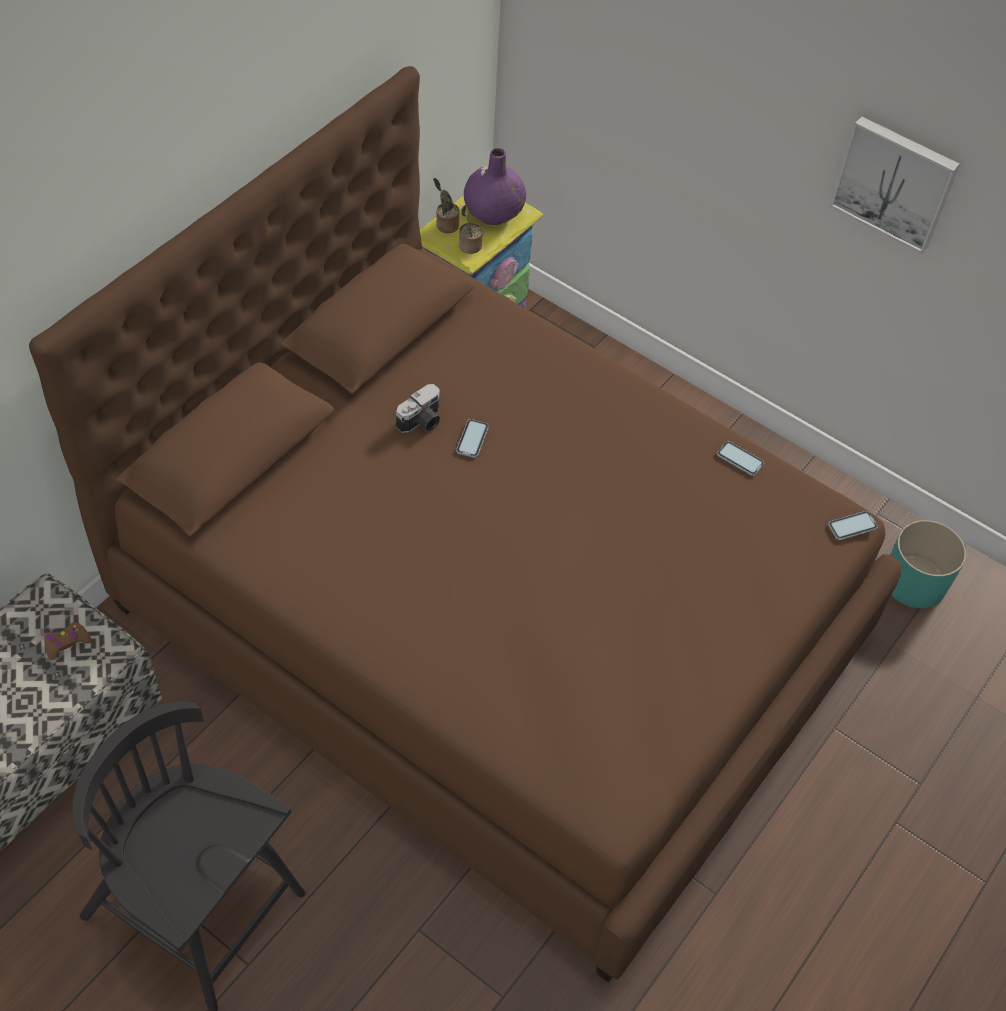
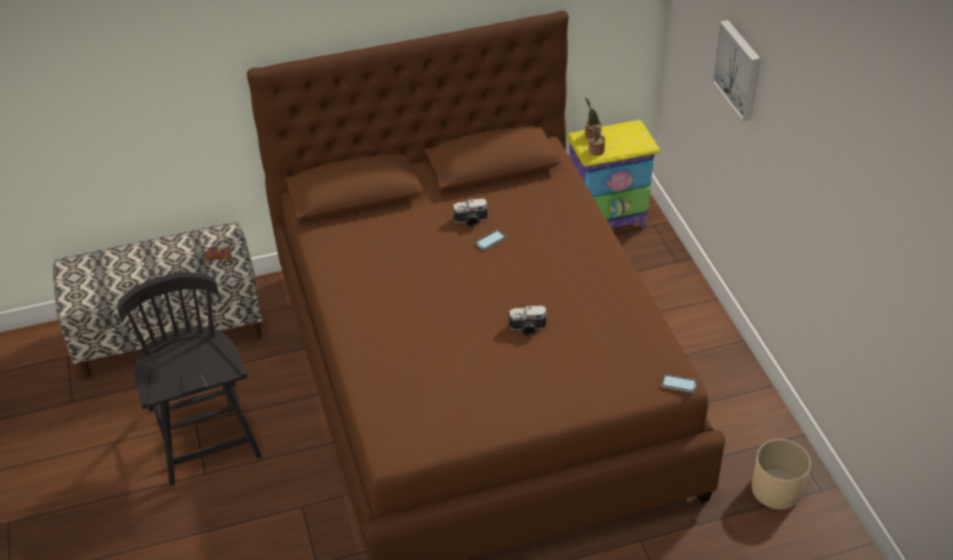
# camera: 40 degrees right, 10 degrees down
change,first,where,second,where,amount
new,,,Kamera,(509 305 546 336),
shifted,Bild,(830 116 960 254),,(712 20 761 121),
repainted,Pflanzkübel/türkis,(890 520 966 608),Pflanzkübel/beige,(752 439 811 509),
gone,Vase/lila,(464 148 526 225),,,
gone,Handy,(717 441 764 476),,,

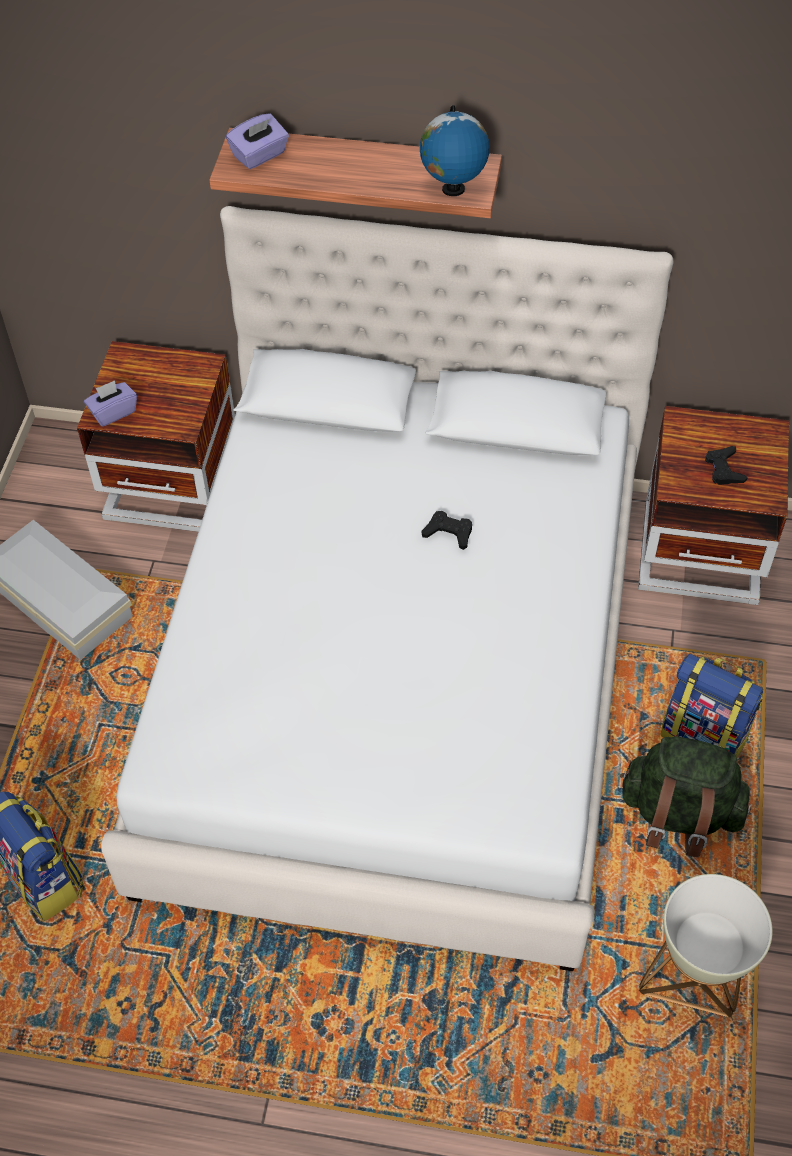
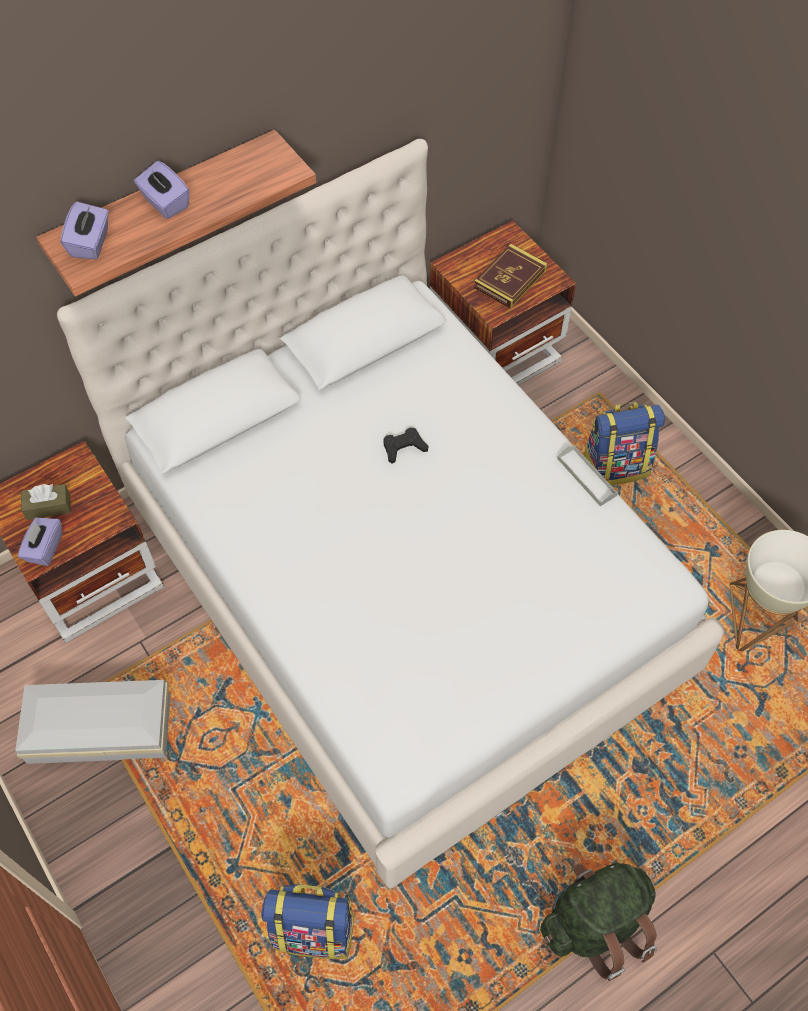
# camera: 45 degrees left, 5 degrees up
change,first,where,second,where,amount
new,,,Taschentuchbox/braun,(21 484 71 520),
new,,,Taschentuchbox/lila,(134 161 189 219),
swapped,Gamepad/schwarz,(705 446 748 485),Buch,(474 244 547 309),
shifted,Rucksack/grün,(620 736 750 857),,(540 863 657 981),
new,,,Tablett/grau,(557 445 618 506),
gone,Globus,(420 105 490 196),,,

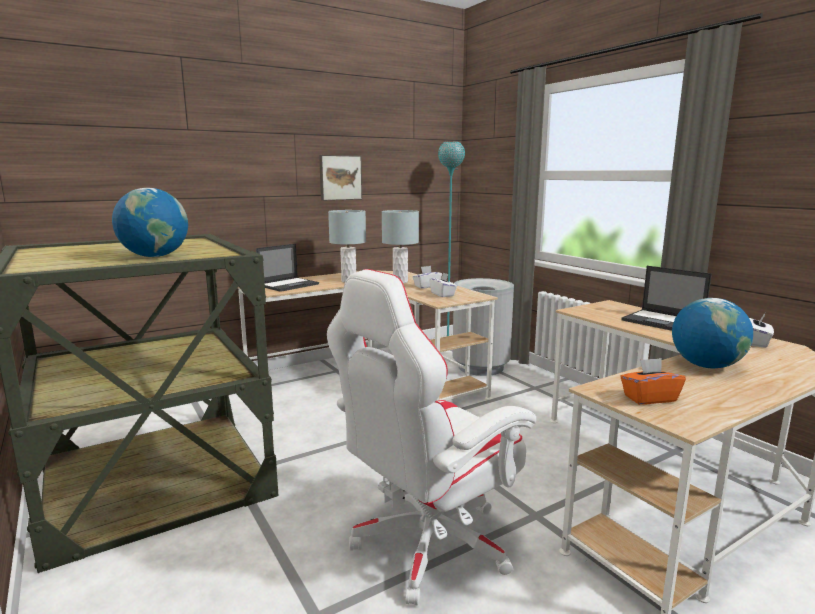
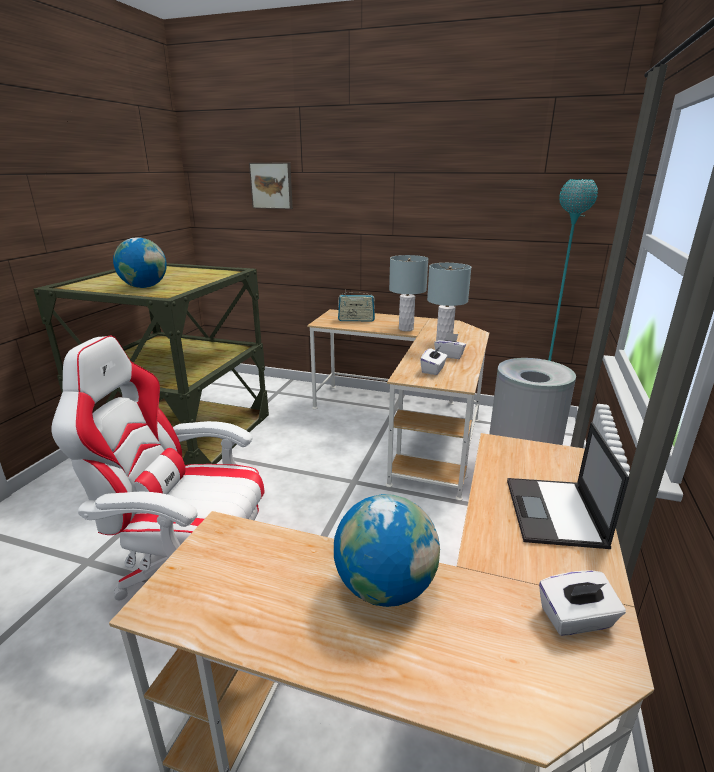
# camera: 50 degrees right, 10 degrees up
change,first,where,second,where,amount
shifted,Bild,(319 155 362 201),,(249 163 293 209),
swapped,Laptop,(256 244 319 292),Radio,(338 290 375 321),
gone,Taschentuchbox/orange,(620 358 686 405),,,

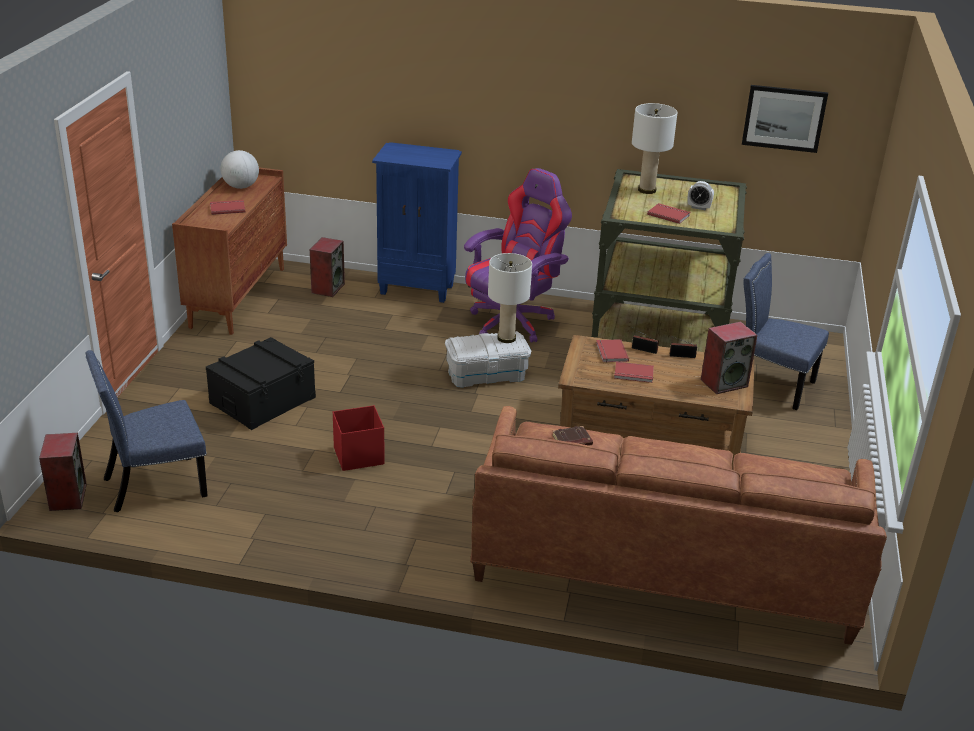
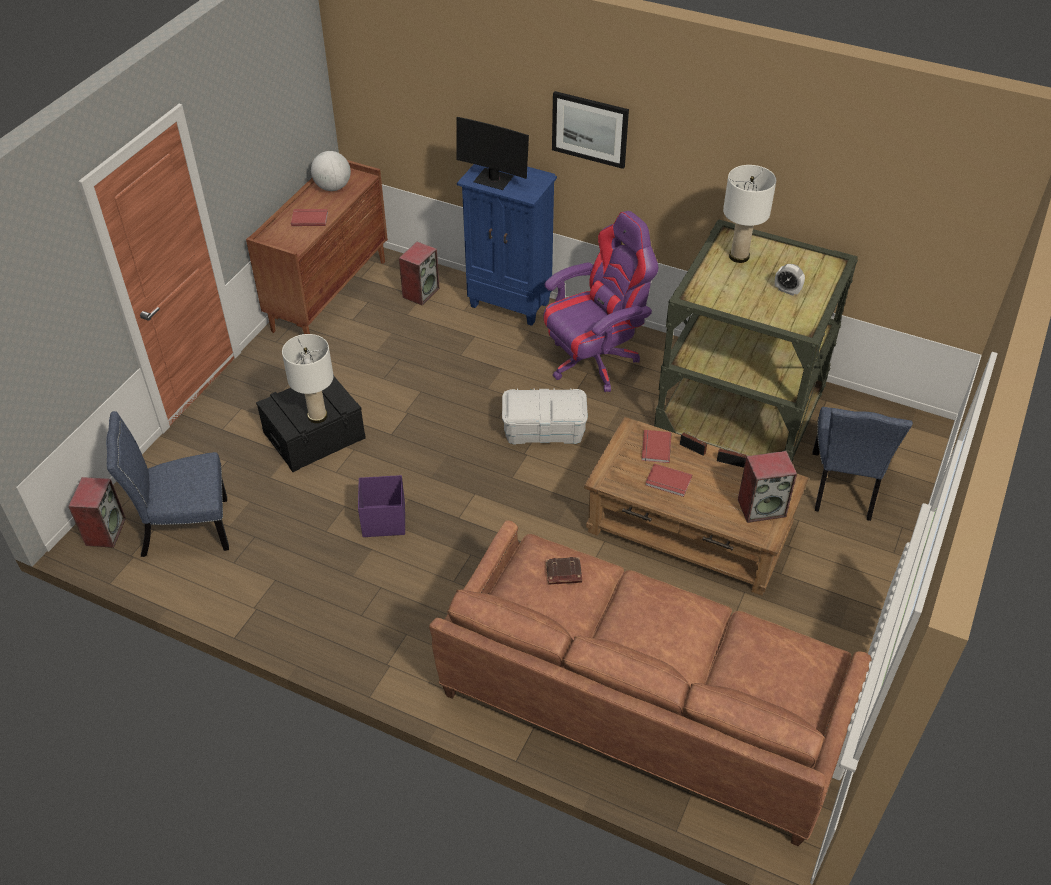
# camera: 15 degrees right, 15 degrees up
change,first,where,second,where,amount
shifted,Tischlampe/weiß,(488 253 532 343),,(282 334 334 423),
repainted,Aufbewahrungsbox/rot,(333 405 384 471),Aufbewahrungsbox/lila,(358 475 405 537),
new,,,Monitor,(456 117 529 190),
shifted,Bild,(742 85 828 153),,(552 91 629 169),
rotated,Stuhl/blau,(743 253 829 410),,(812 407 913 521),120 degrees counterclockwise
gone,Buch/rot,(647 203 690 224),,,

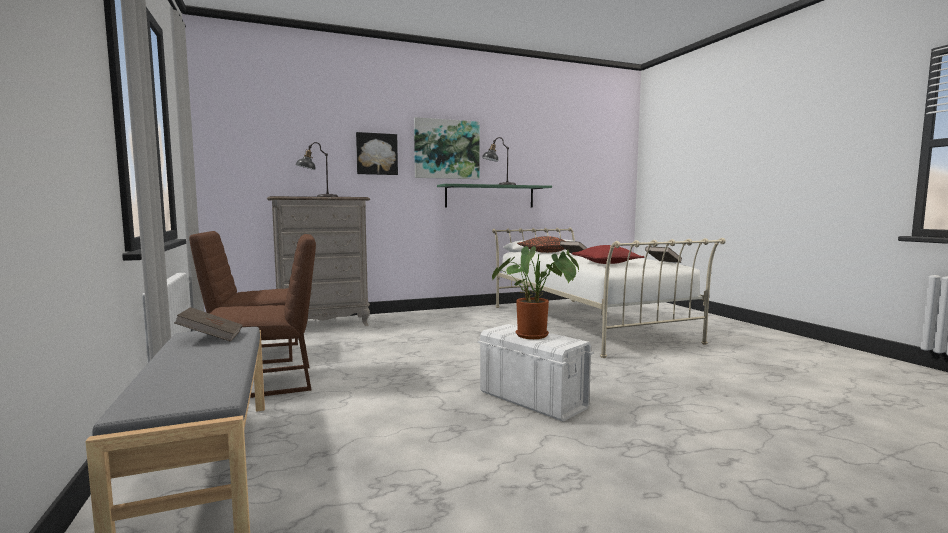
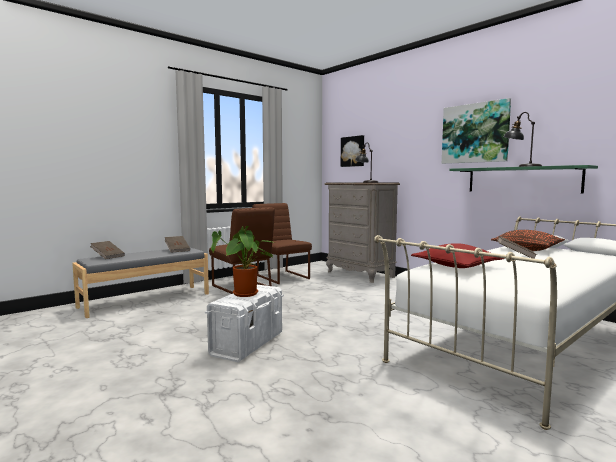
# camera: 70 degrees right, 0 degrees up
change,first,where,second,where,amount
shifted,Buch/braun,(645 246 682 263),,(90 241 125 259),
shifted,Bild,(356 132 398 175),,(341 135 364 167),

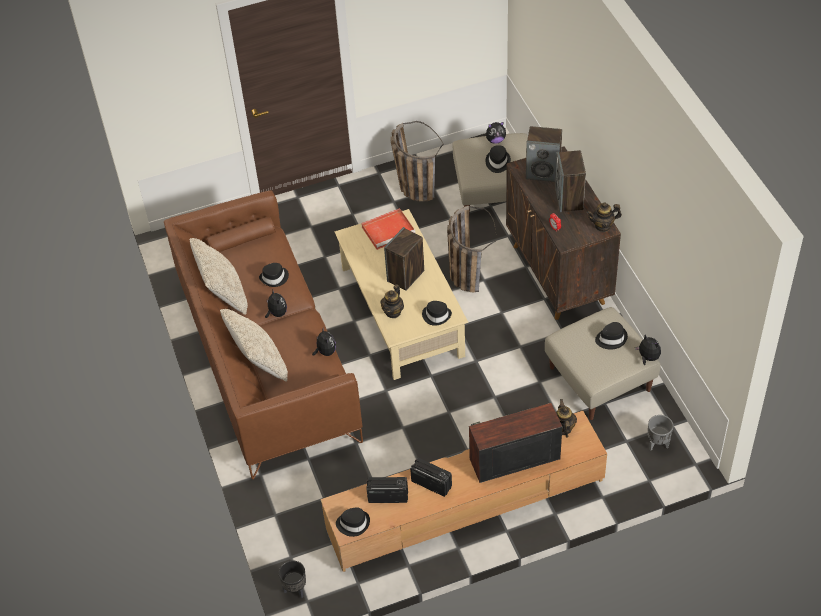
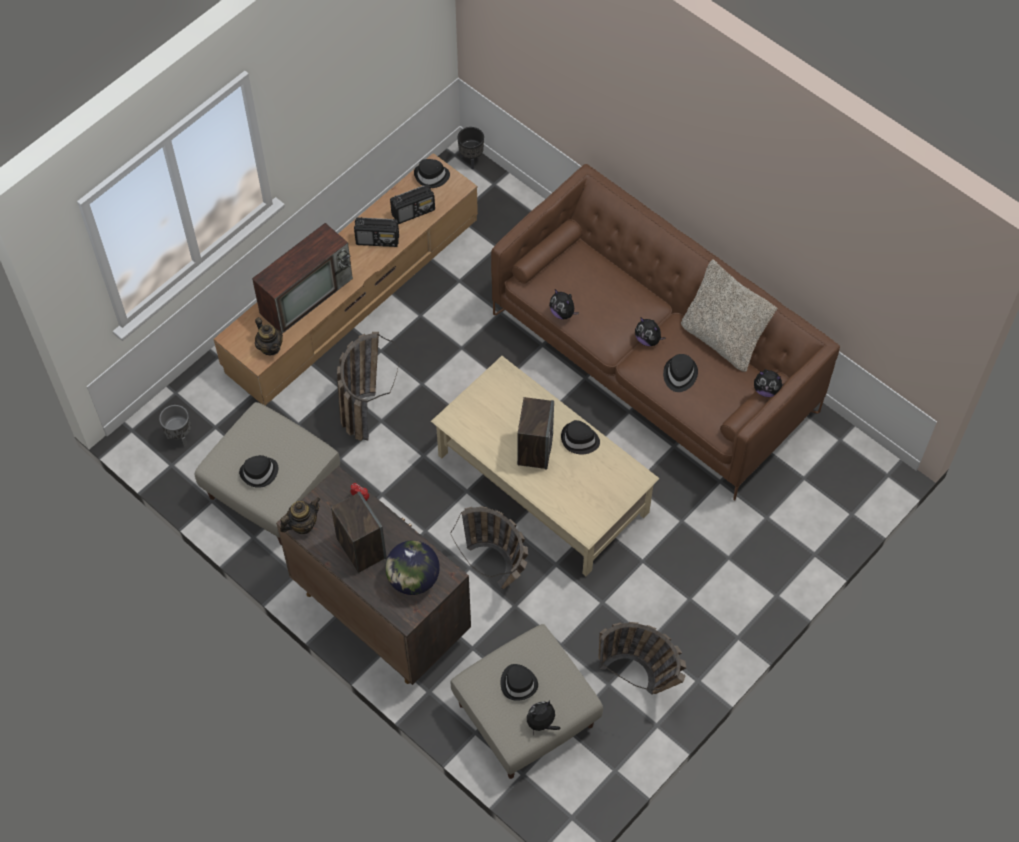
# camera: 150 degrees right, 10 degrees up
change,first,where,second,where,amount
new,,,Korb,(337 332 399 441),
swapped,Lautsprecher,(526 126 562 182),Globus,(385 540 440 595),
shifted,Hut/schwarz,(422 301 452 326),,(561 420 600 454),
shifted,Plüschtier,(635 334 661 365),,(754 369 784 397),
gone,Kissen/beige,(220 309 288 382),,,
gone,Tablett/rot,(361 208 415 250),,,
gone,Teekanne,(381 284 404 318),,,

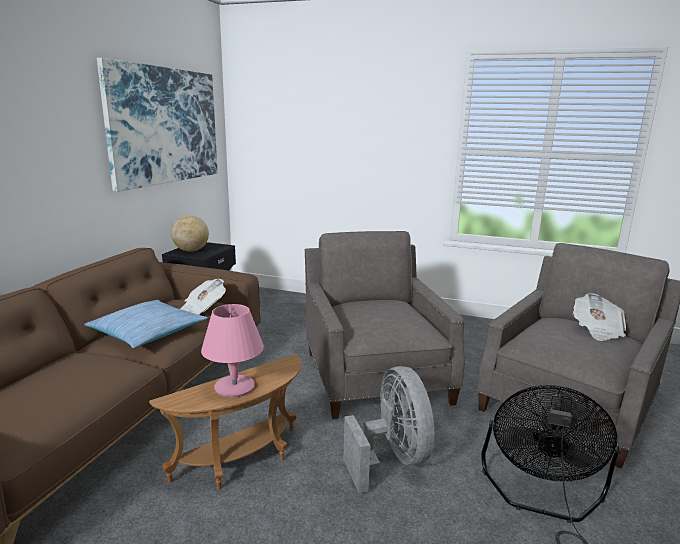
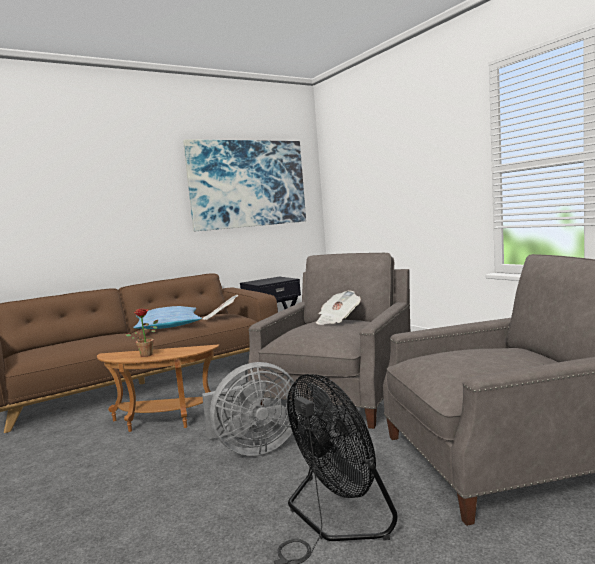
# camera: 40 degrees right, 10 degrees down
change,first,where,second,where,amount
swapped,Tischlampe/rosa,(201 304 264 398),Topfpflanze,(125 309 158 357),
rotated,Ventilator/grau,(343 366 434 493),,(202 362 300 456),45 degrees clockwise
shifted,Zeitung,(573 293 626 341),,(316 291 361 325),
gone,Globus,(171 215 209 252),,,

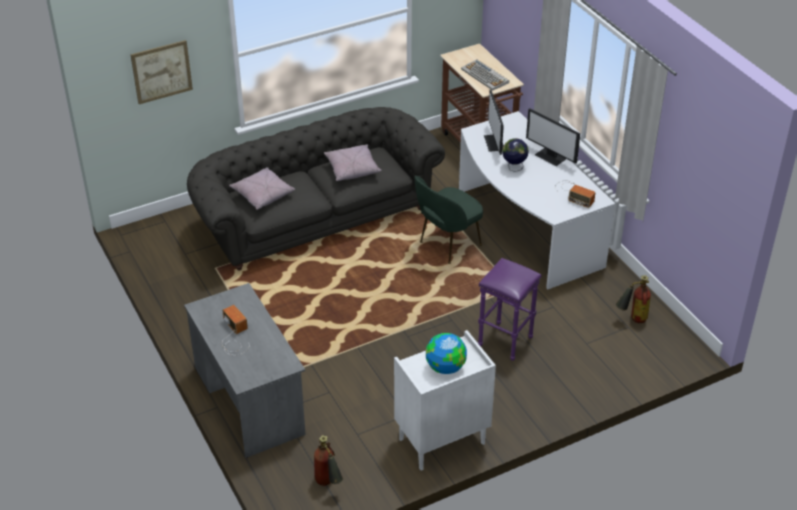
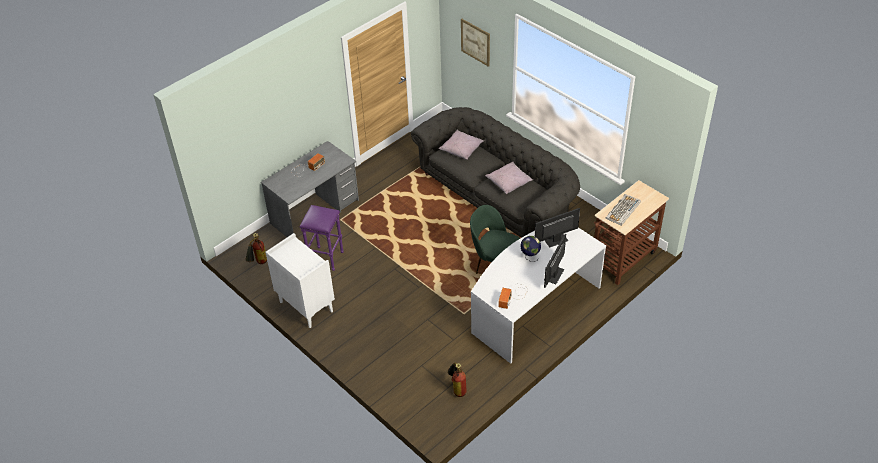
# camera: 75 degrees right, 5 degrees up
change,first,where,second,where,amount
shifted,Hocker/lila,(478 258 541 361),,(300 205 344 271),
gone,Globus,(426 333 467 374),,,

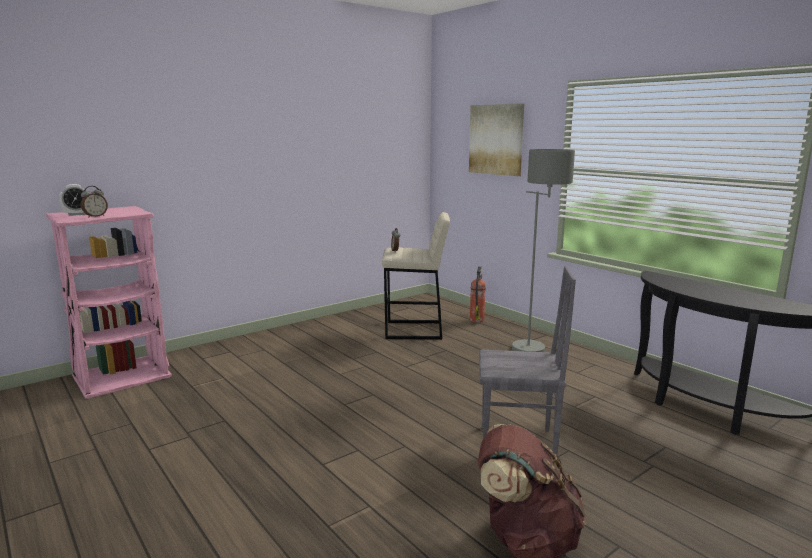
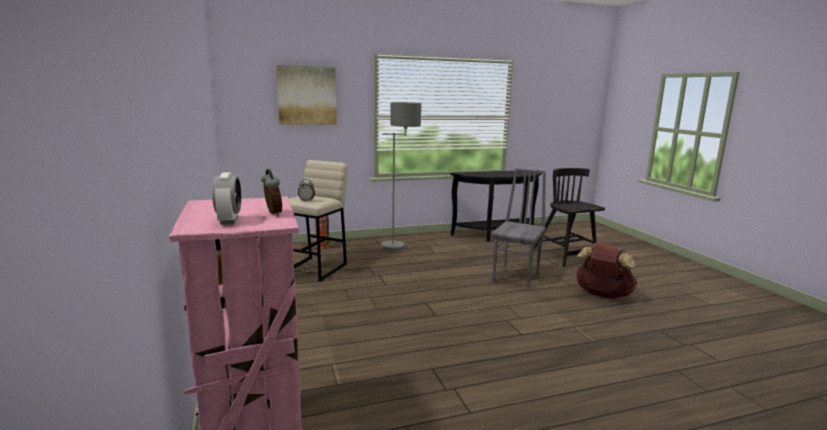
# camera: 70 degrees left, 0 degrees up
change,first,where,second,where,amount
new,,,Stuhl/schwarz,(534 168 605 267),

